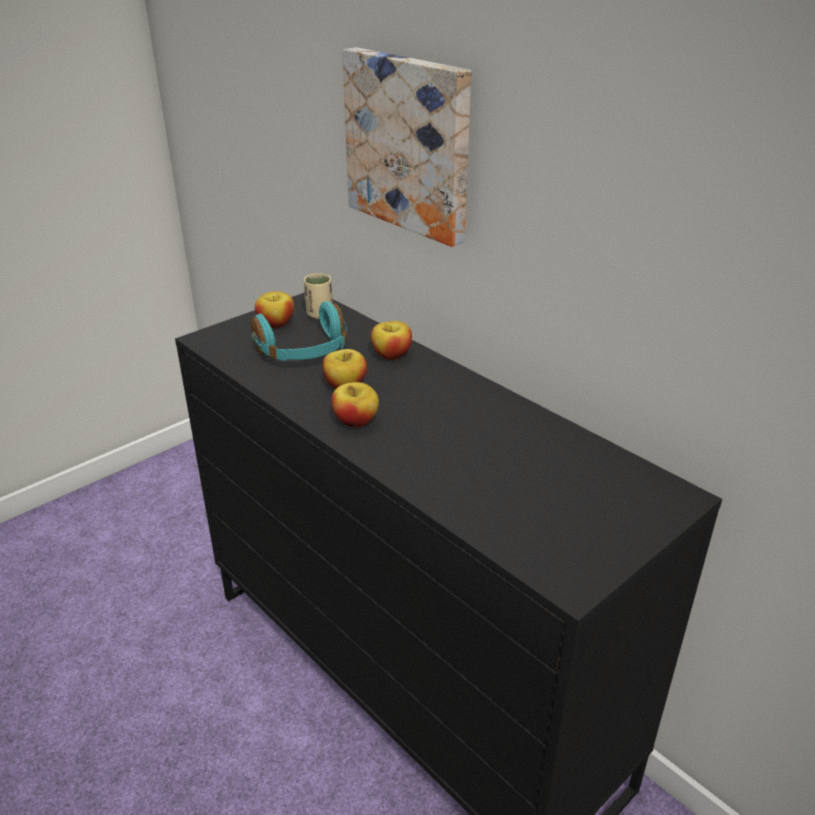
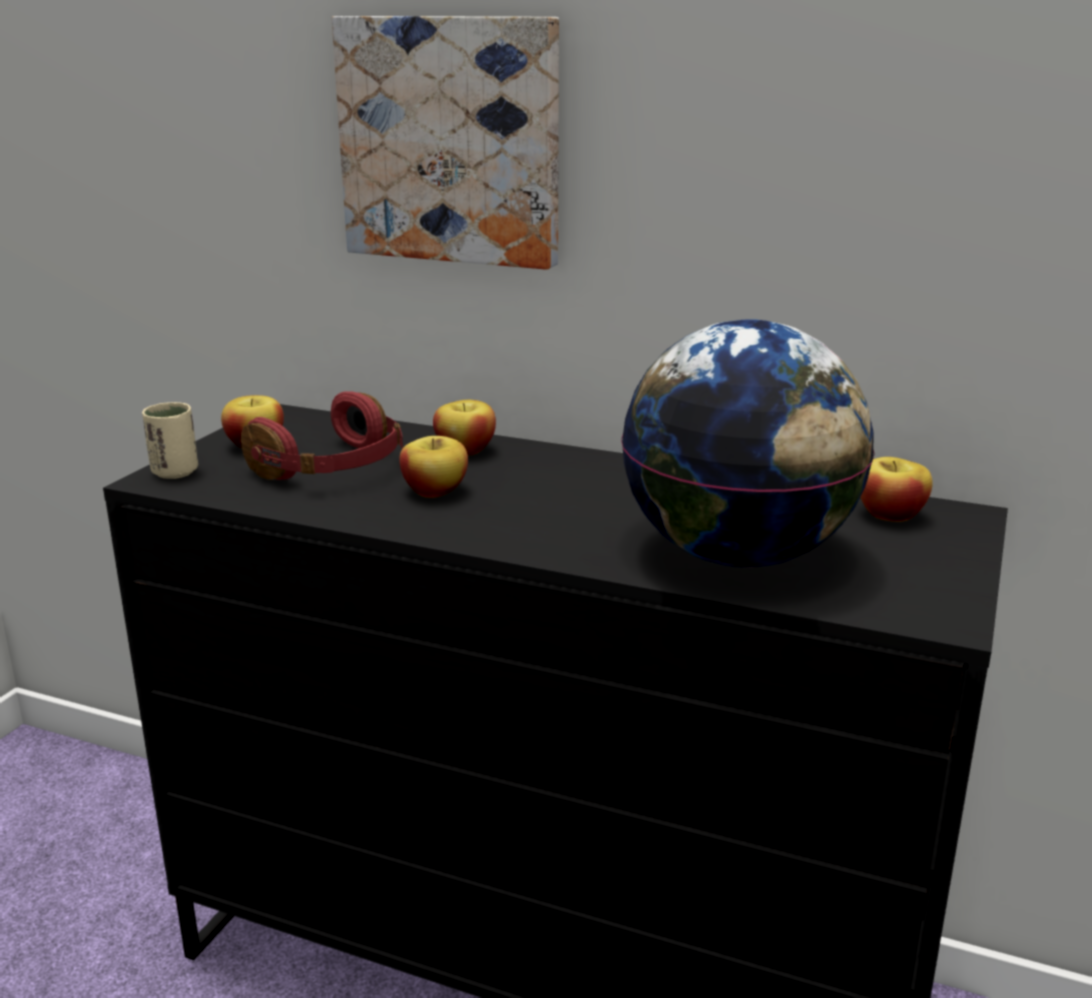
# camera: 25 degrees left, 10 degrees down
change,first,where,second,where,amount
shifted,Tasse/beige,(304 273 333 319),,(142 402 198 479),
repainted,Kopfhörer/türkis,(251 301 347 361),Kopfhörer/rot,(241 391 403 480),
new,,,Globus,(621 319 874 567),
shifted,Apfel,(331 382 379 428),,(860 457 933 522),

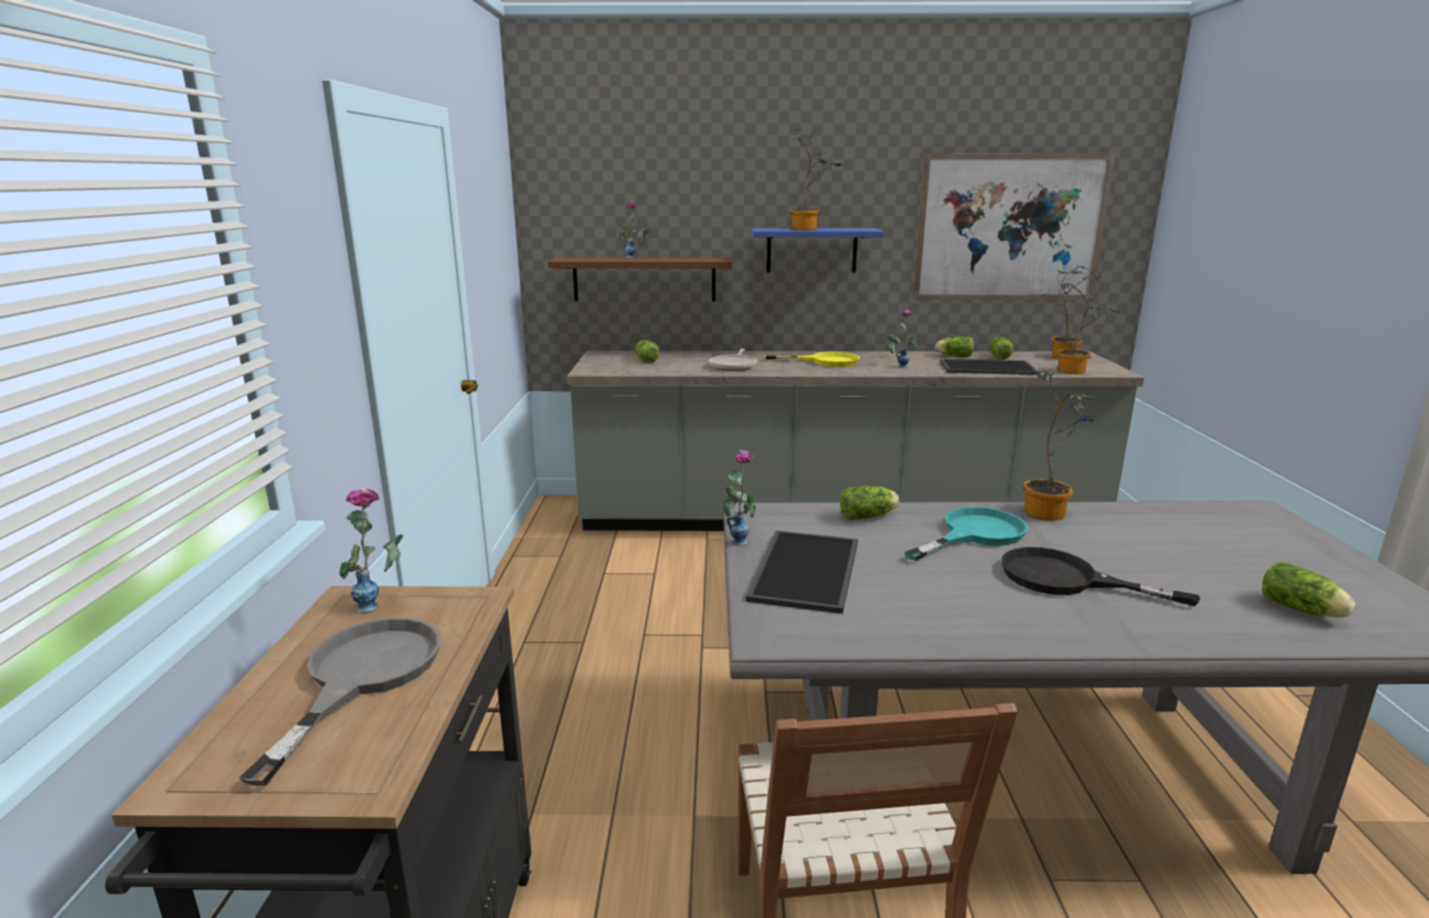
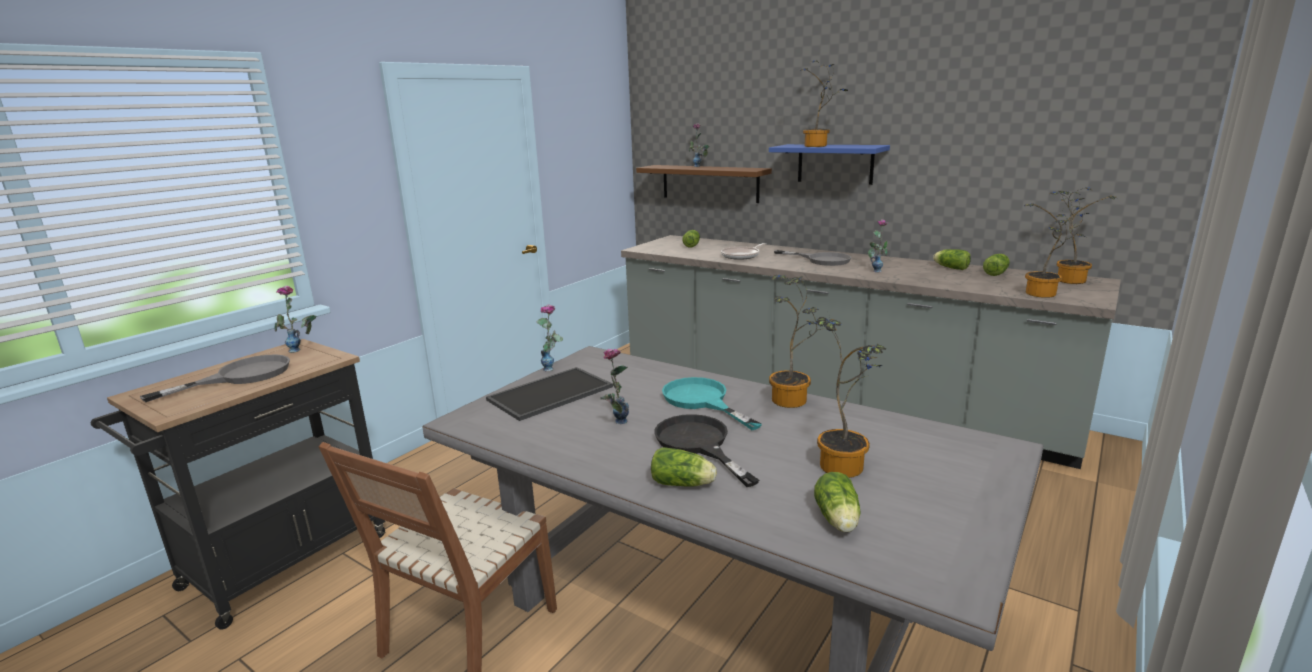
# camera: 35 degrees right, 0 degrees up
change,first,where,second,where,amount
new,,,Vase,(601 349 629 424),
shifted,Salatkopf,(840 486 900 520),,(651 447 717 487),
rotated,Pfanne/türkis,(904 507 1028 561),,(662 377 762 430),120 degrees counterclockwise
repainted,Pfanne/gelb,(765 352 860 367),Pfanne/grau,(774 250 851 266),
new,,,Topfpflanze,(816 317 886 478),
gone,Bild,(912 153 1116 300),,,
gone,Tablett,(940 359 1039 375),,,

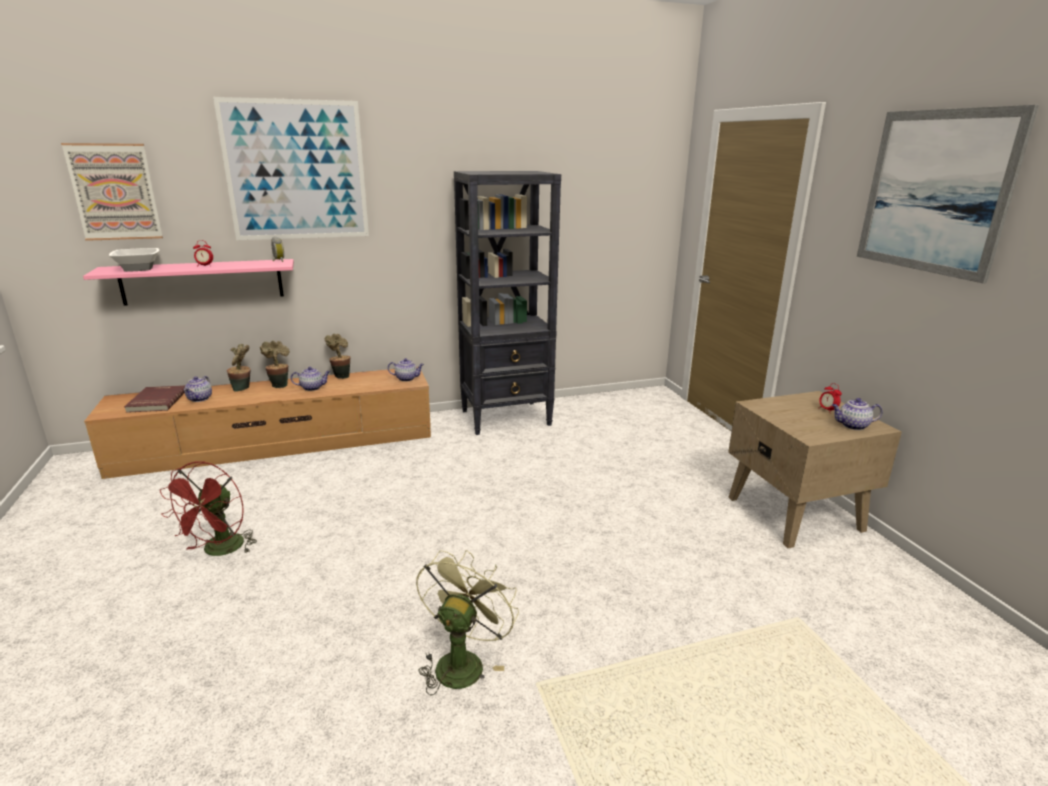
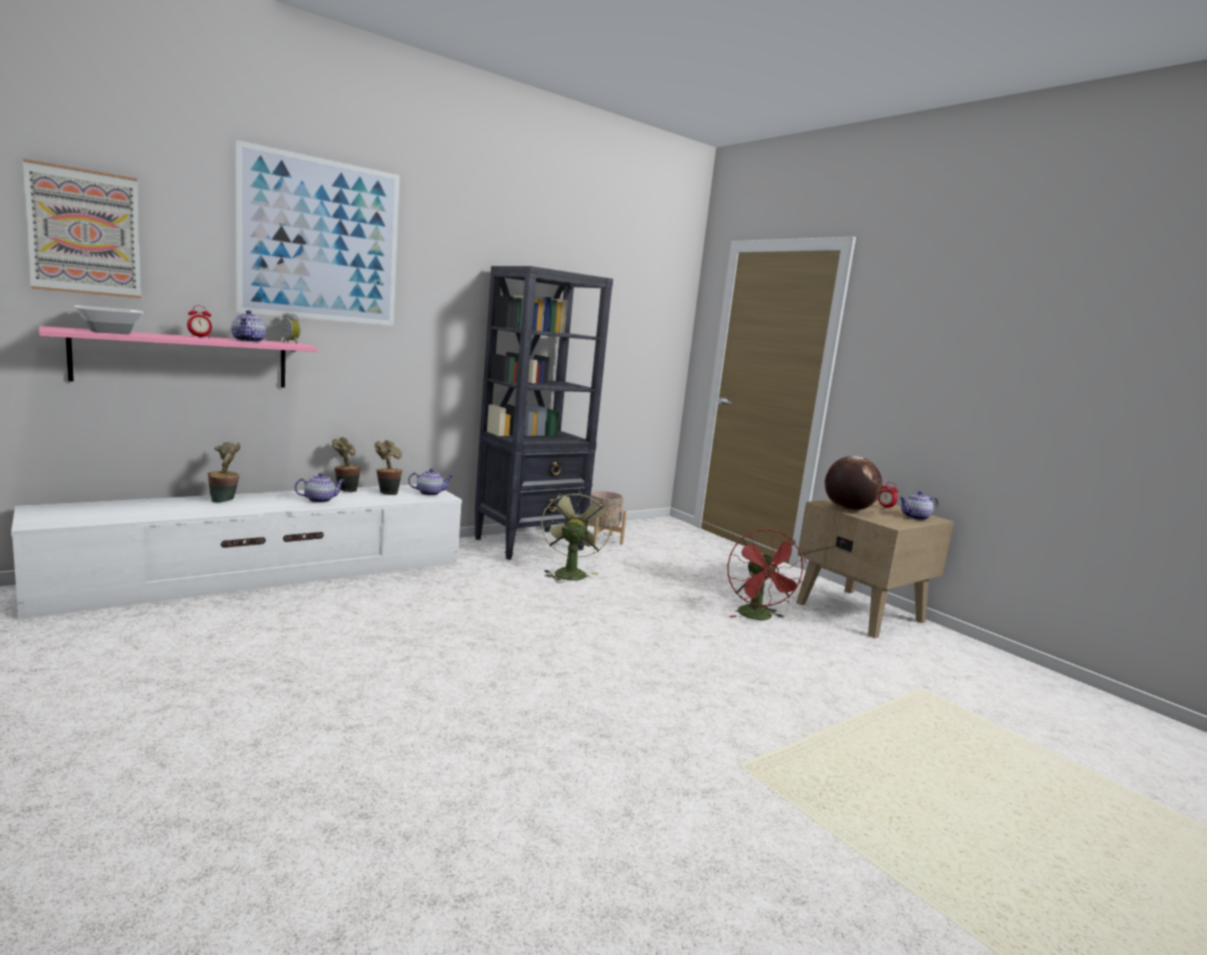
# camera: 20 degrees left, 10 degrees down
change,first,where,second,where,amount
repainted,Fernsehschrank/braun,(84 367 431 479),Fernsehschrank/weiß,(11 484 462 619),
shifted,Teekanne,(184 376 212 402),,(231 310 266 342),
shifted,Topfpflanze,(259 341 290 388),,(375 440 402 495),
shifted,Ventilator/grün,(416 550 519 696),,(541 490 611 583),
new,,,Pflanzkübel/beige,(588 491 627 545),
shifted,Ventilator/rot,(160 461 257 556),,(727 529 807 620),
new,,,Globus,(825 456 882 511),
gone,Buch/rot,(124 385 185 413),,,
gone,Bild,(857 105 1039 283),,,

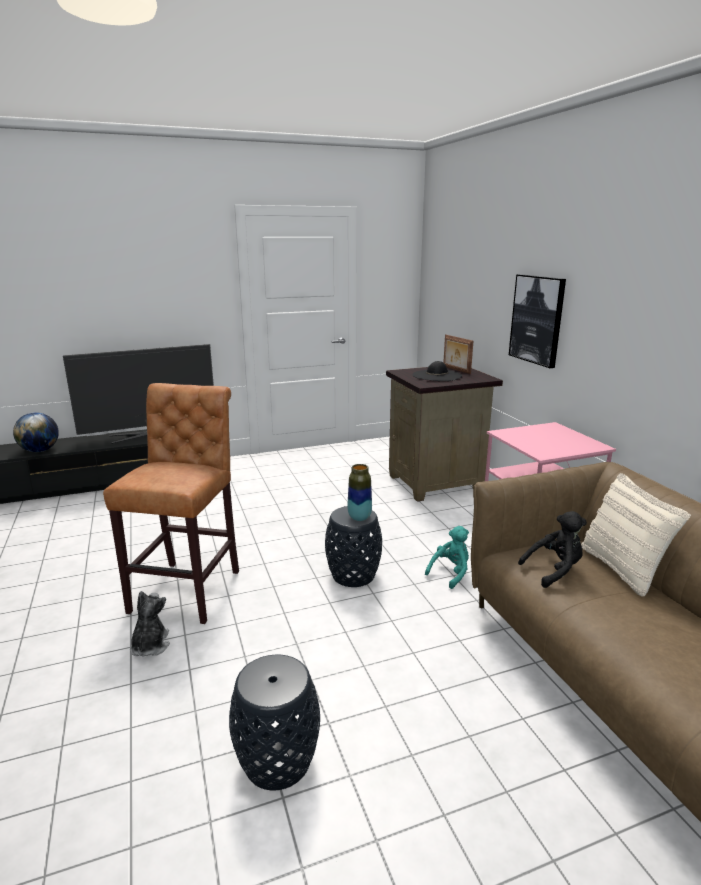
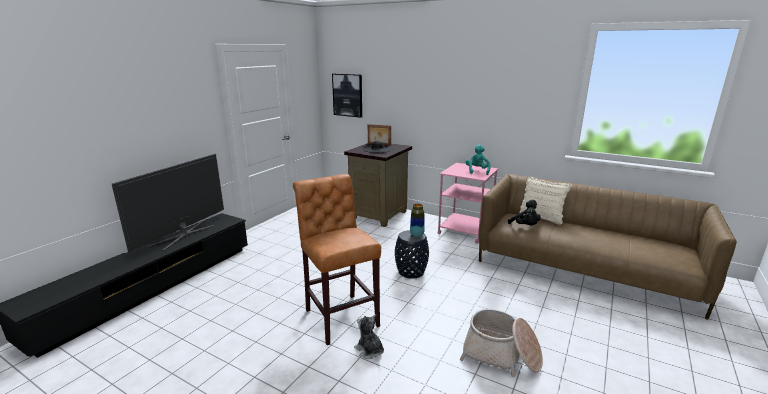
# camera: 40 degrees left, 0 degrees up
change,first,where,second,where,amount
shifted,Bild,(509 274 566 368),,(332 74 362 118),
swapped,Hocker/schwarz,(229 655 320 791),Korb,(460 309 543 377),
shifted,Plüschtier/türkis,(425 526 469 589),,(466 145 491 175),
rotated,Plüschtier/schwarz,(518 511 587 588),,(508 200 541 225),120 degrees clockwise
gone,Globus,(13 412 59 452),,,

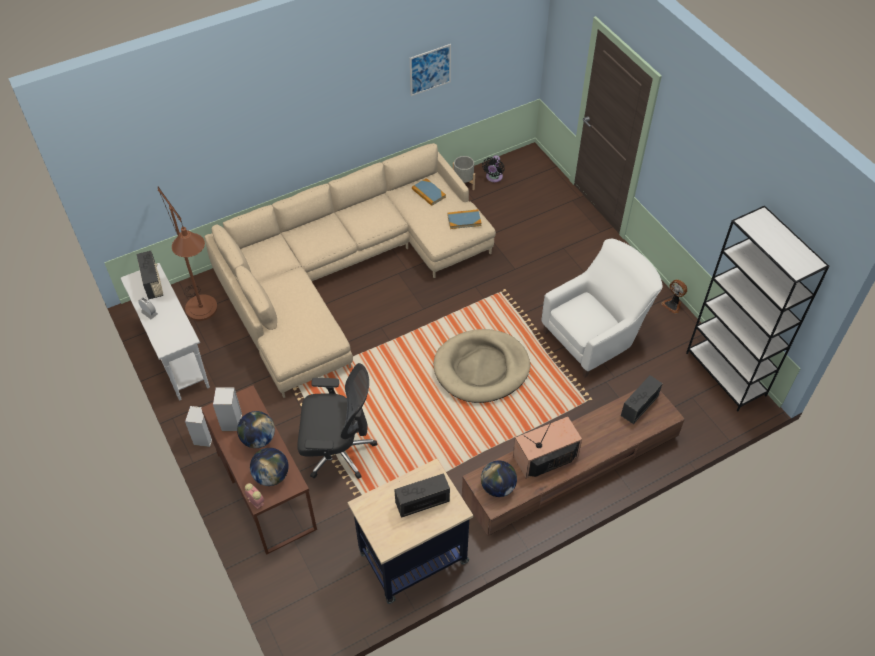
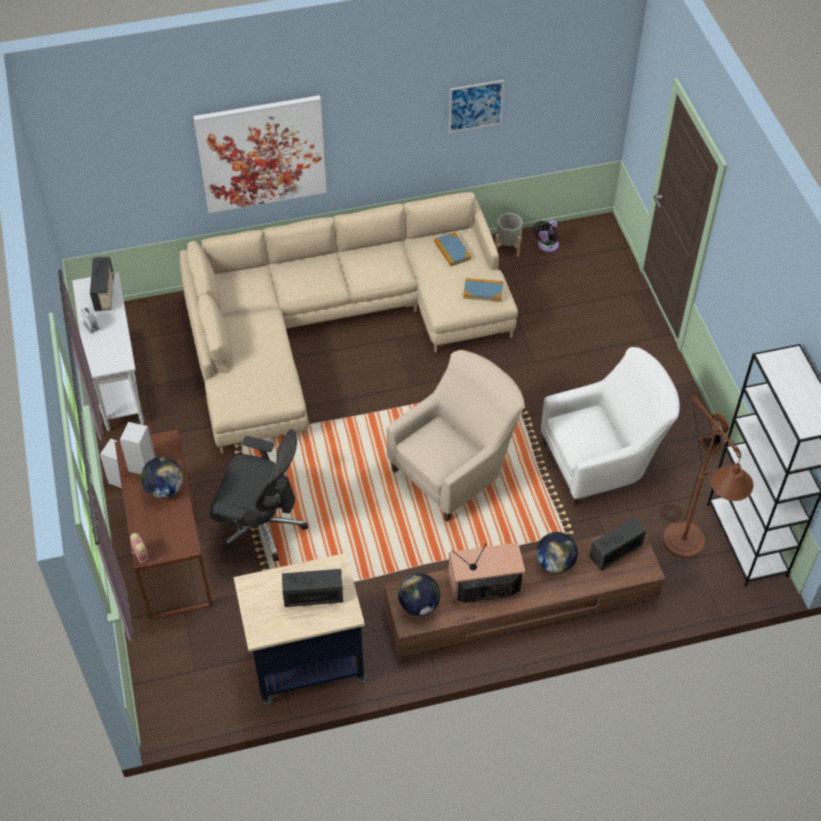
# camera: 15 degrees right, 0 degrees up
change,first,where,second,where,amount
new,,,Bild,(193 95 327 213),
swapped,Hundebett/beige,(434 329 530 403),Sessel/beige,(387 350 525 522),
shifted,Globus,(250 448 289 486),,(536 532 578 574),
shifted,Stehlampe/braun,(158 187 218 321),,(660 393 754 558),

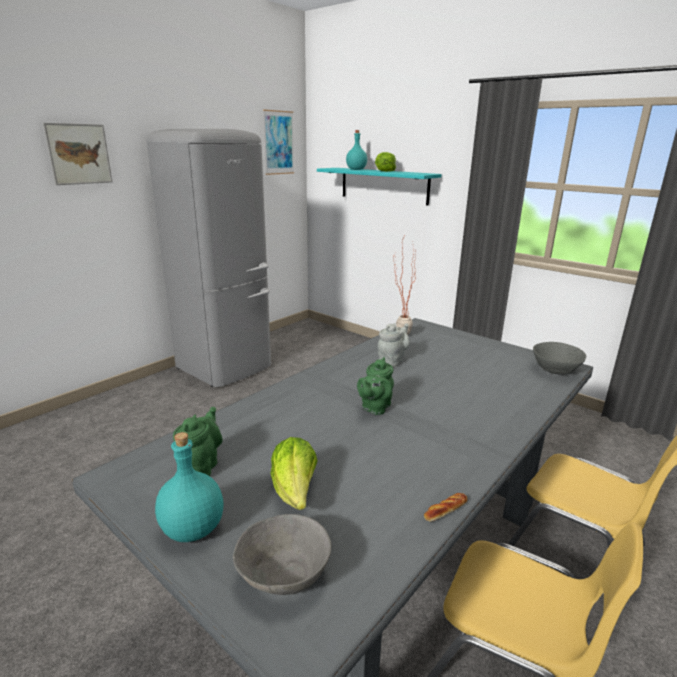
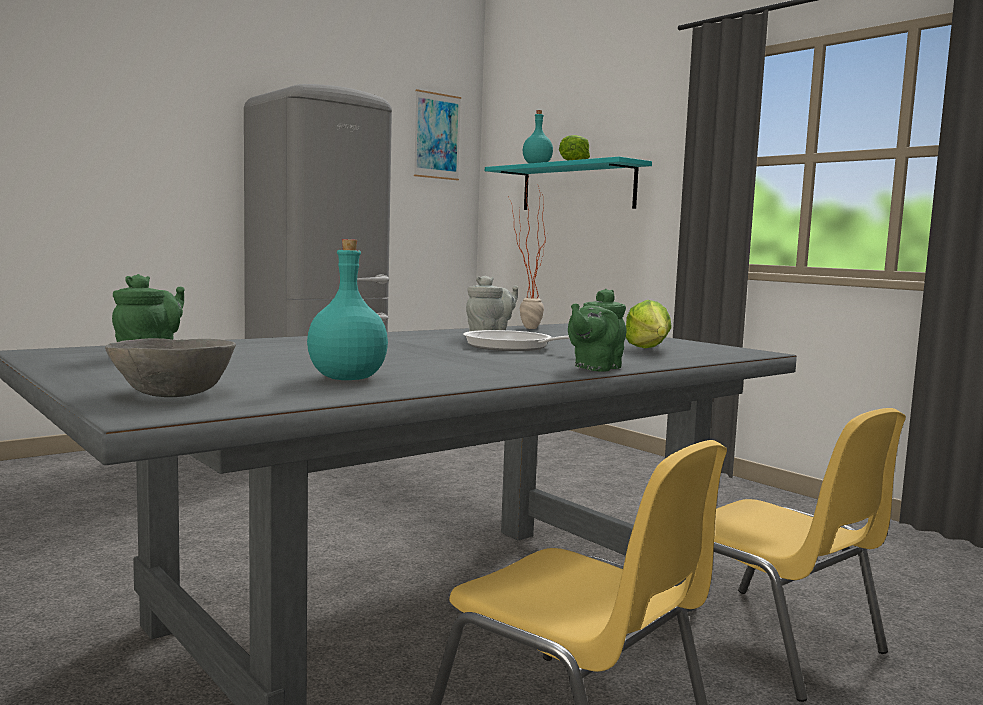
# camera: 10 degrees right, 15 degrees down
change,first,where,second,where,amount
shifted,Flasche/türkis,(155 432 223 542),,(307 239 388 380),
new,,,Pfanne,(463 330 570 351),
shifted,Teekanne/grün,(357 357 394 415),,(568 289 626 372),
shifted,Salatkopf,(270 437 318 510),,(626 300 672 348),
gone,Bild,(43 123 112 185),,,
gone,Brot,(424 493 467 522),,,
gone,Schüssel/grau,(533 342 586 375),,,

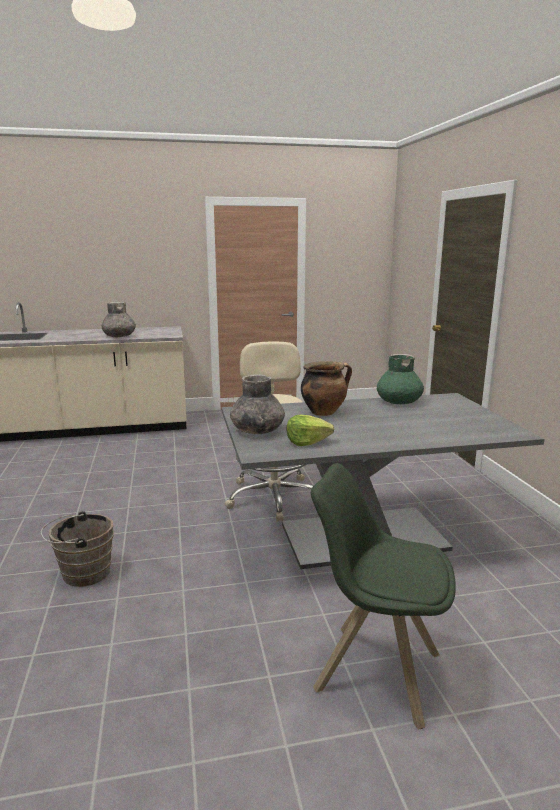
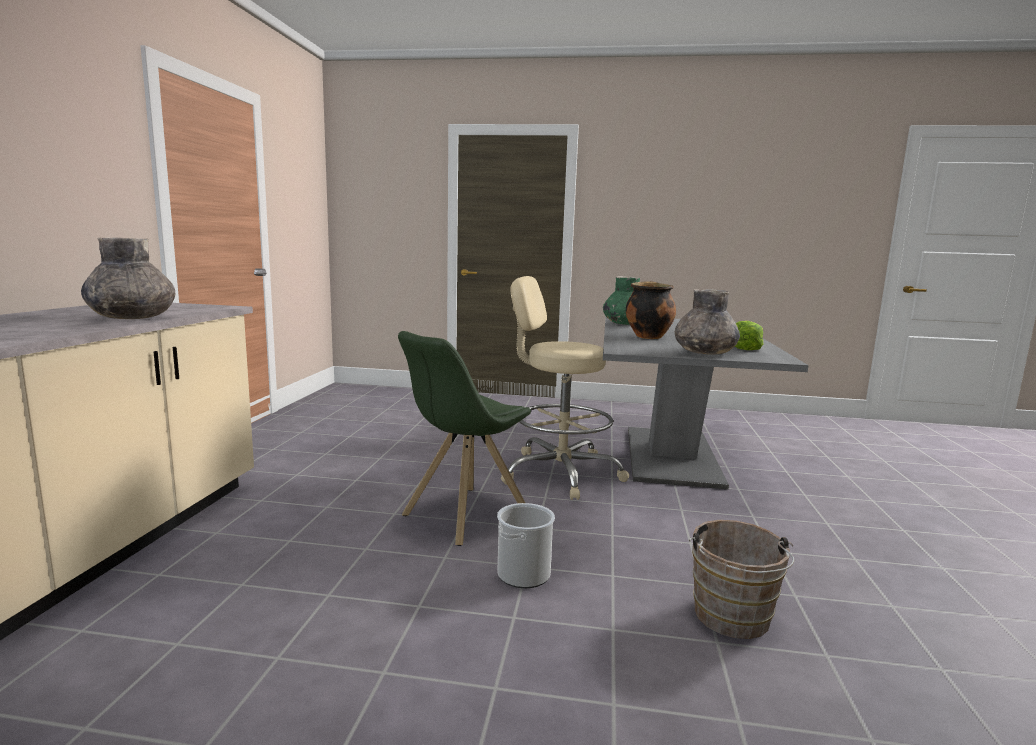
# camera: 70 degrees left, 5 degrees down
change,first,where,second,where,amount
shifted,Stuhl/grün,(311 463 456 730),,(398 331 531 546),
new,,,Eimer,(497 503 555 588),

